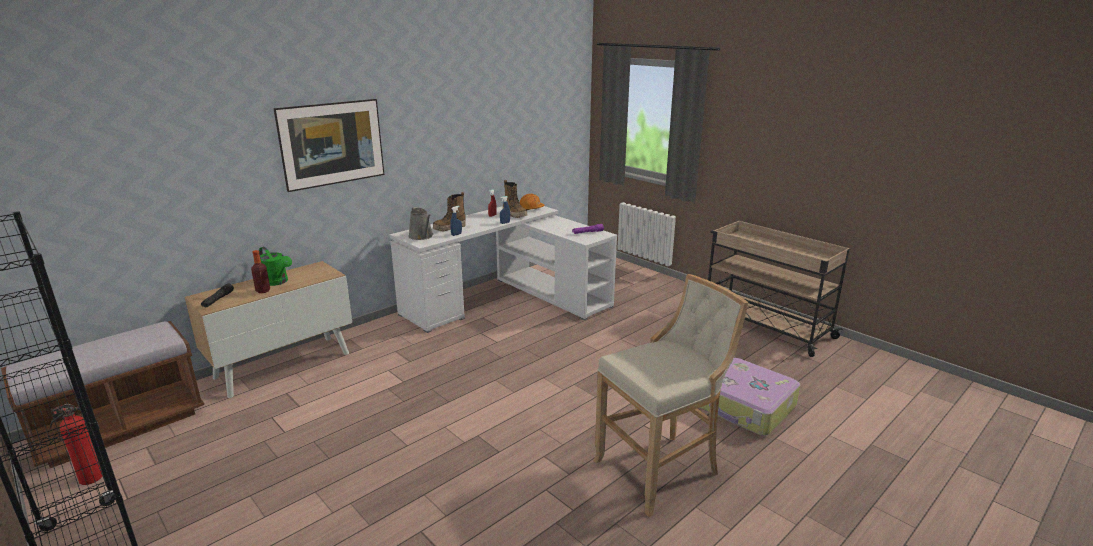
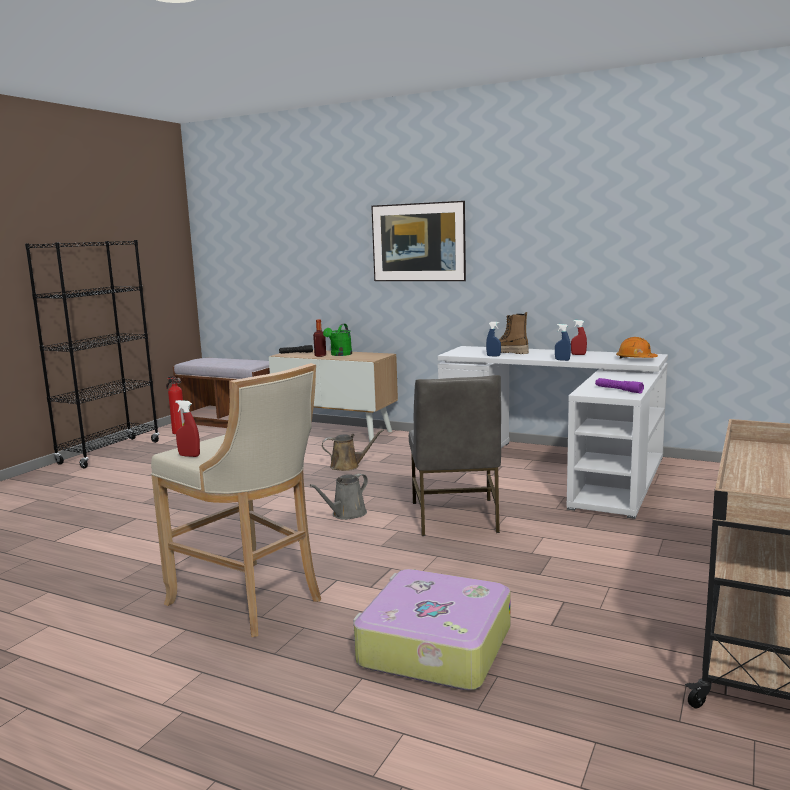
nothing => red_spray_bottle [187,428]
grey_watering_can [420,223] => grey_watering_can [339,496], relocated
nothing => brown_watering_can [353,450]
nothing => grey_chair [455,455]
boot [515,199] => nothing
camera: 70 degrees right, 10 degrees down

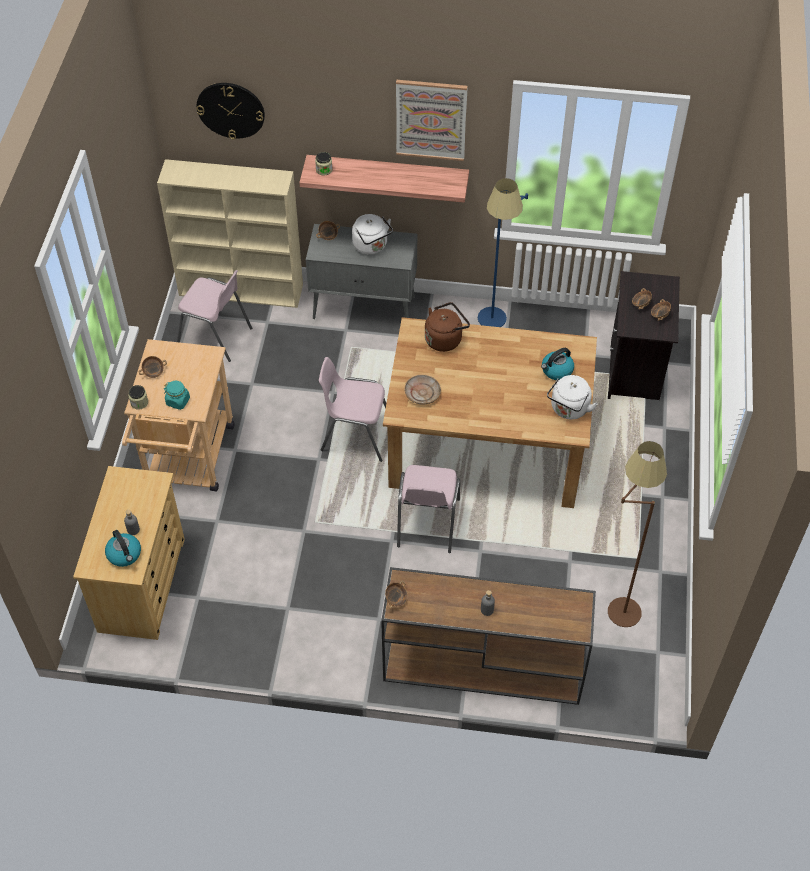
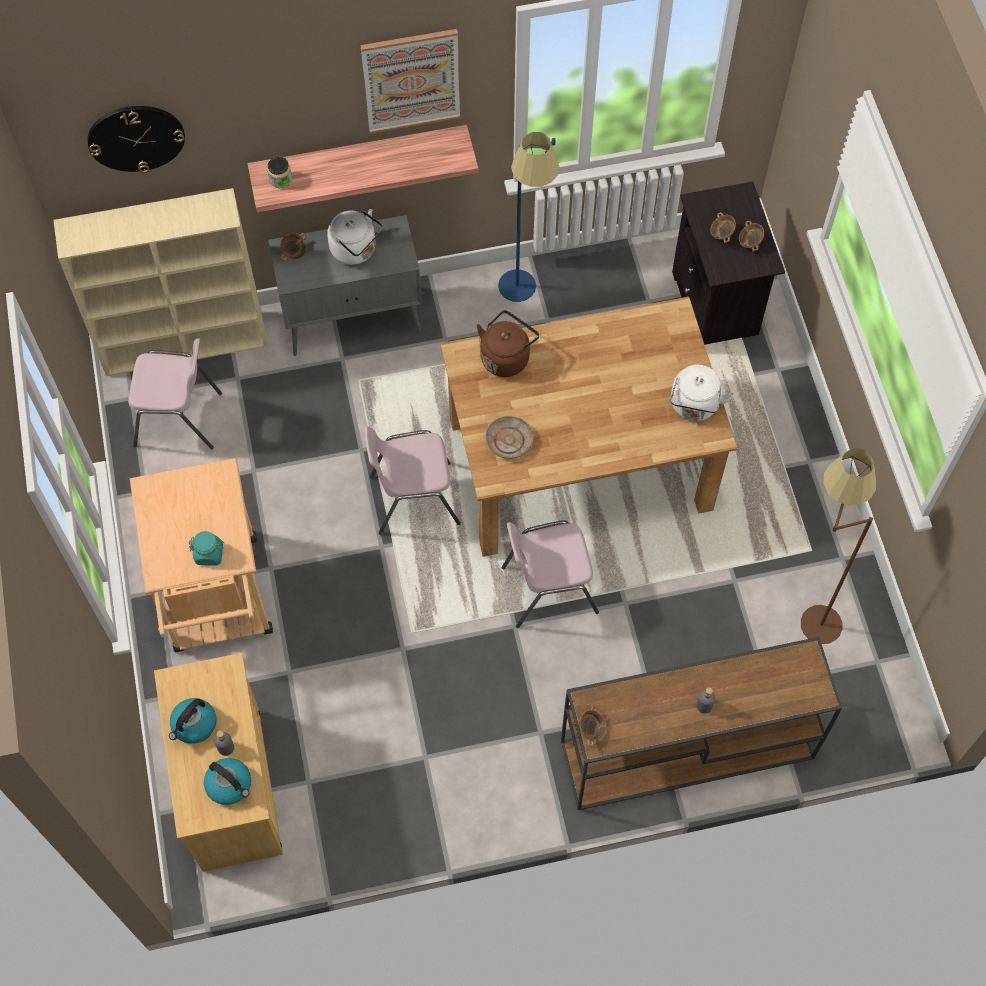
kettle [557,364] => kettle [193,721], relocated
pink_chair [428,509] => pink_chair [550,574], 90 degrees clockwise
jar [138,397] => nothing
bowl [152,367] => nothing
camera: 20 degrees left, 10 degrees up

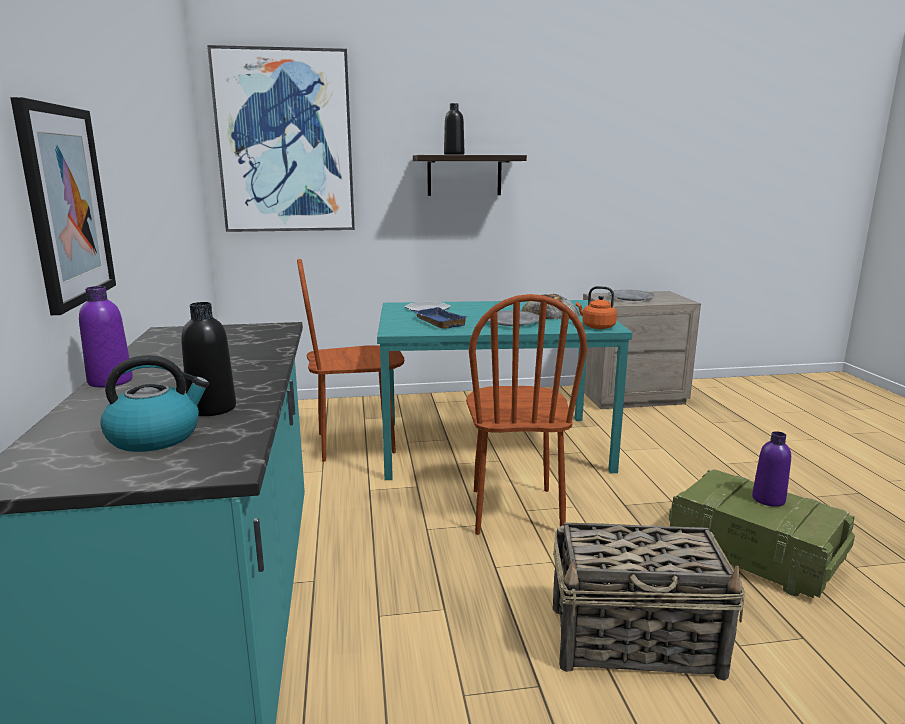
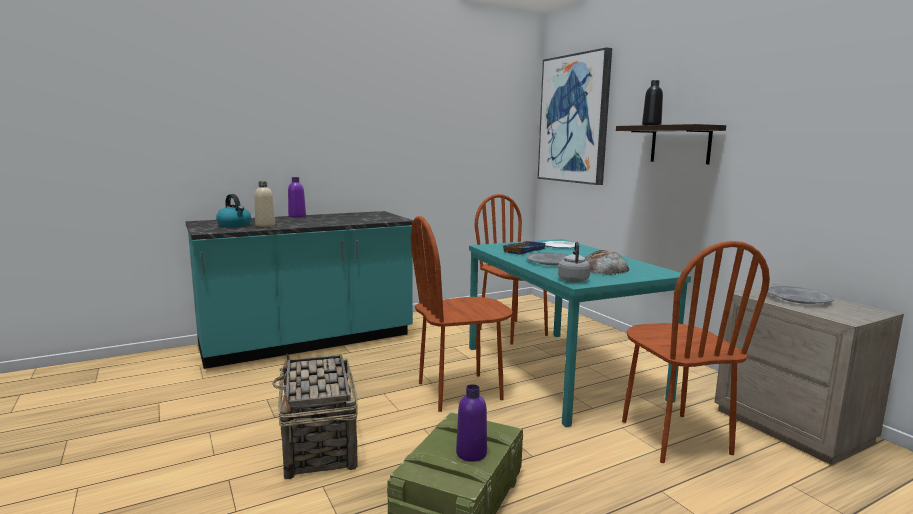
black_bottle [208,359] => beige_bottle [264,204]
orange_kettle [596,307] => grey_kettle [574,262]
nothing => brown_chair [696,352]
picture [63,206] => nothing
camera: 70 degrees right, 5 degrees down

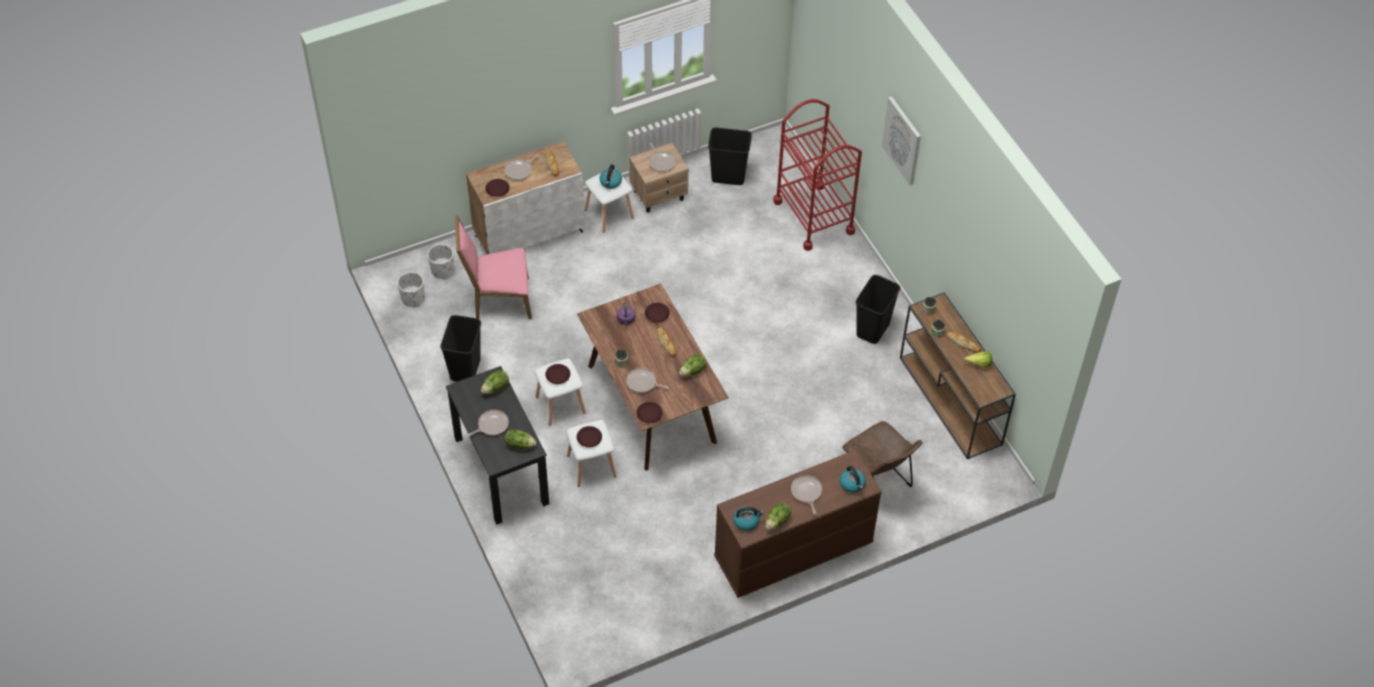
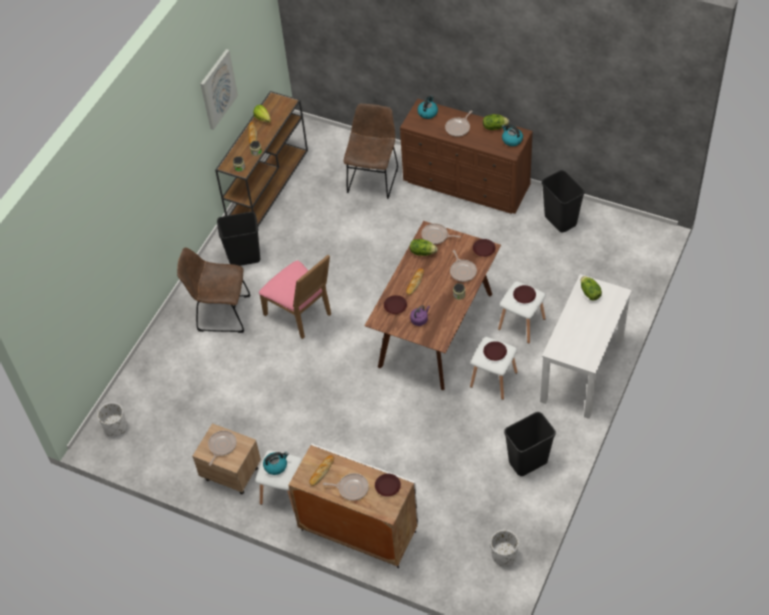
white_planter [440,261] => white_planter [112,419], relocated
nothing => brown_chair [213,290]
picture [901,140] => picture [219,89], relocated
pink_chair [493,267] => pink_chair [295,297], relocated
frying_pan [488,423] => frying_pan [441,233], relocated
black_desk [497,445] => white_desk [586,346]
black_trash_can [730,156] => black_trash_can [563,201], relocated
lettuce [495,382] => nothing
red_cart [817,175] => nothing
camera: 125 degrees left, 0 degrees up

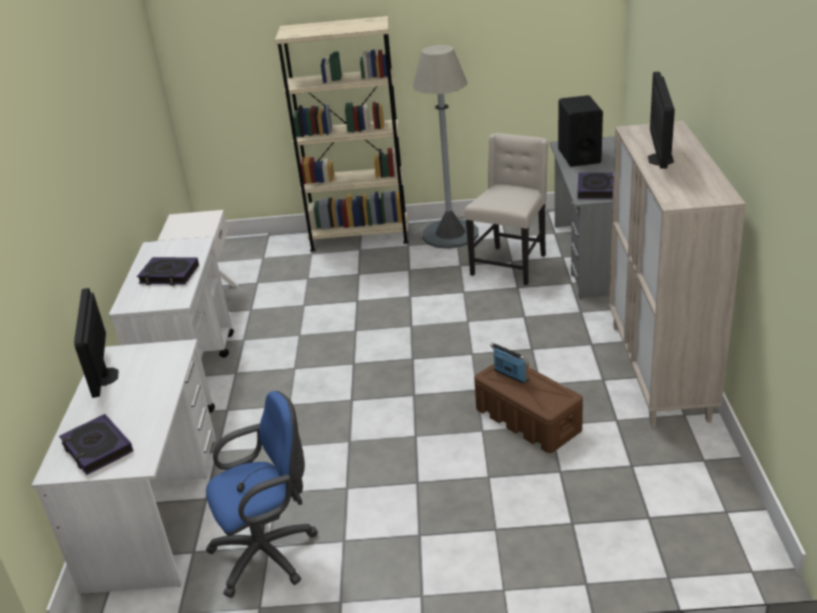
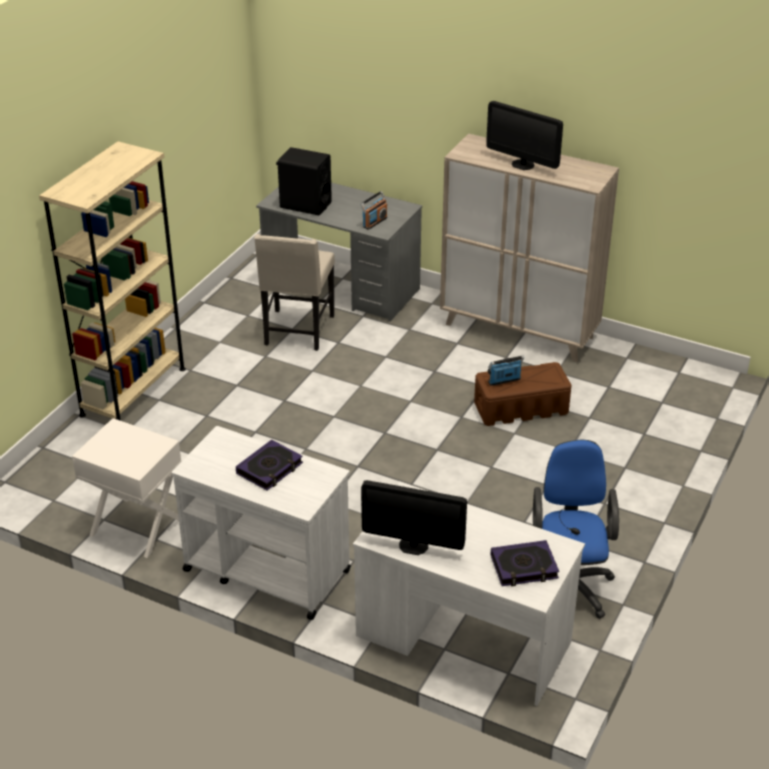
beige_chair [506,209] => beige_chair [294,292], 135 degrees counterclockwise
book [595,185] => radio [373,210]
grey_floor_lamp [446,147] => nothing
camera: 65 degrees left, 5 degrees up

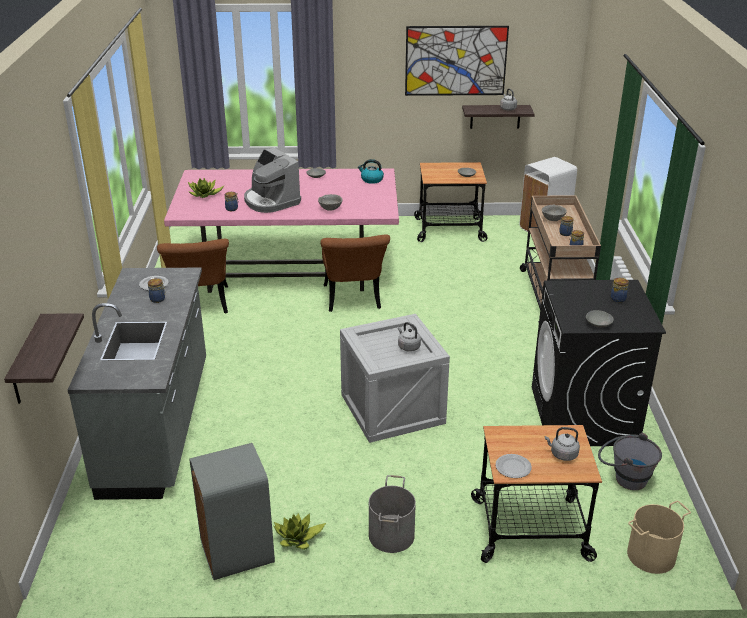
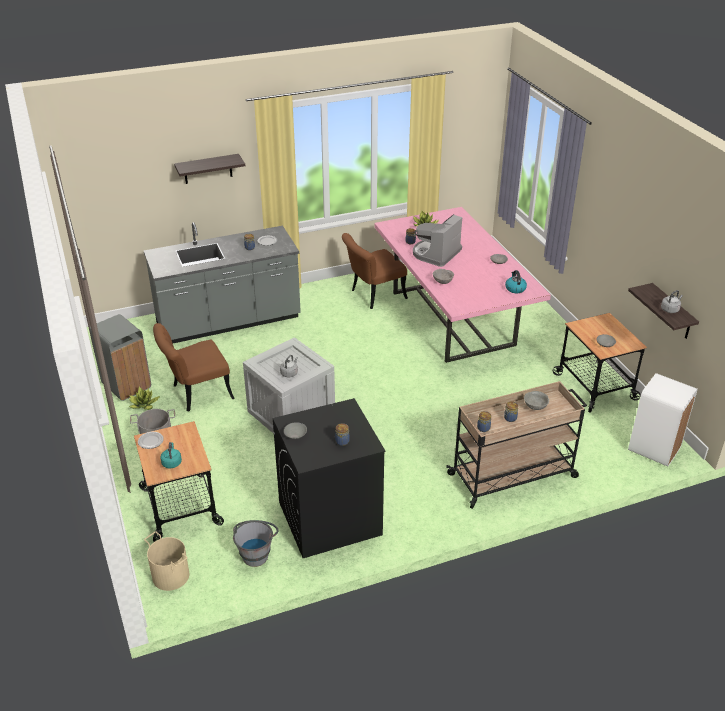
brown_chair [355,273] => brown_chair [194,367], relocated
grey_kettle [562,444] => turquoise_kettle [171,455]
shelf [44,358] => shelf [209,169], relocated
picture [457,61] => nothing
camera: 70 degrees right, 5 degrees up

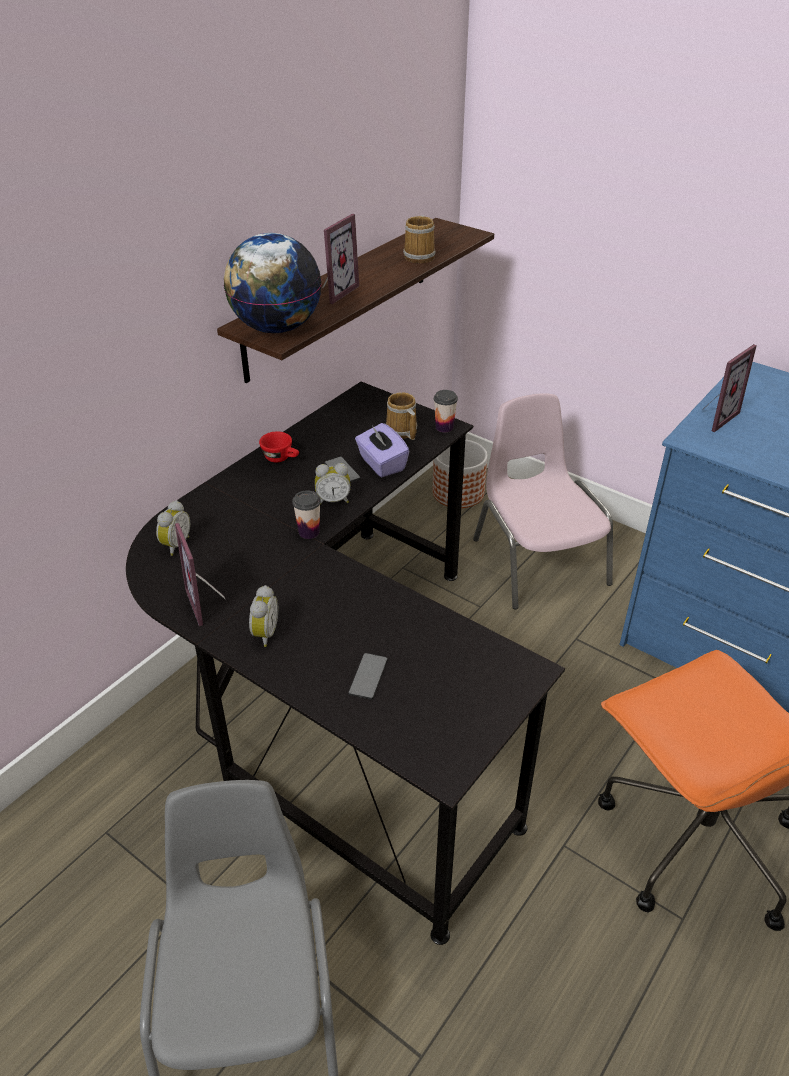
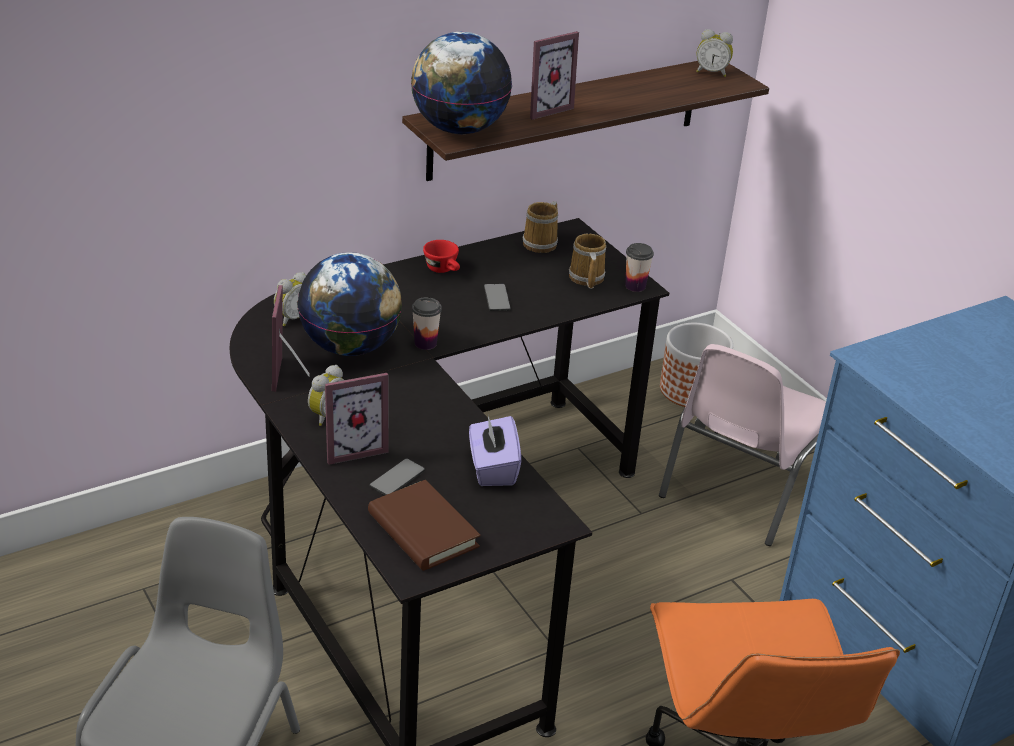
nothing => globe [349,304]
picture_frame [729,388] => picture_frame [356,419], relocated
nothing => brown_book [424,525]
purple_tissue_box [382,450] => purple_tissue_box [495,451], relocated
mug [419,239] => mug [540,227], relocated
pink_chair [543,501] => pink_chair [742,445], 150 degrees counterclockwise
alarm_clock [333,483] => alarm_clock [714,53], relocated
camera: 20 degrees right, 5 degrees down

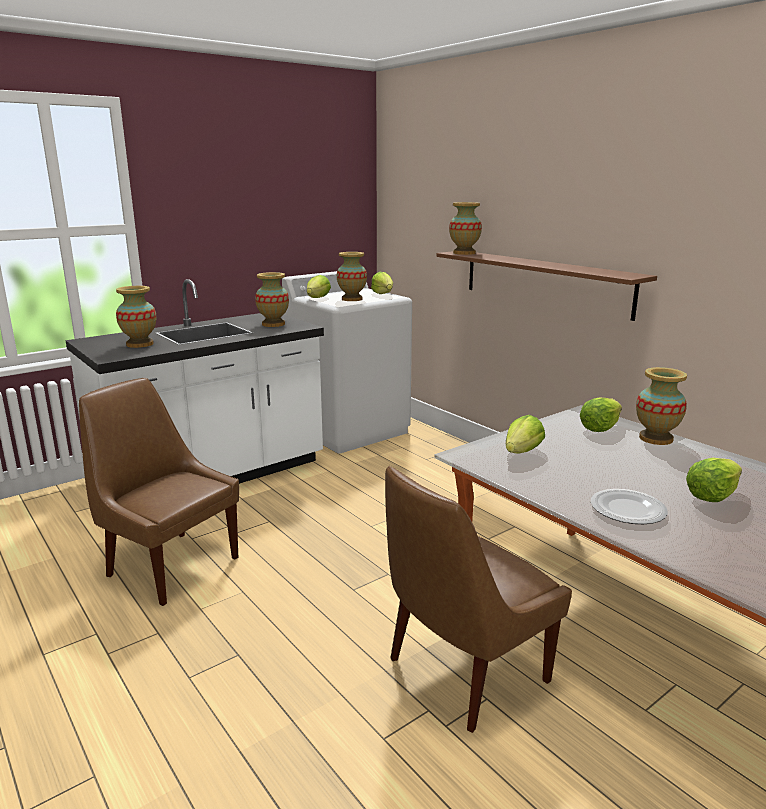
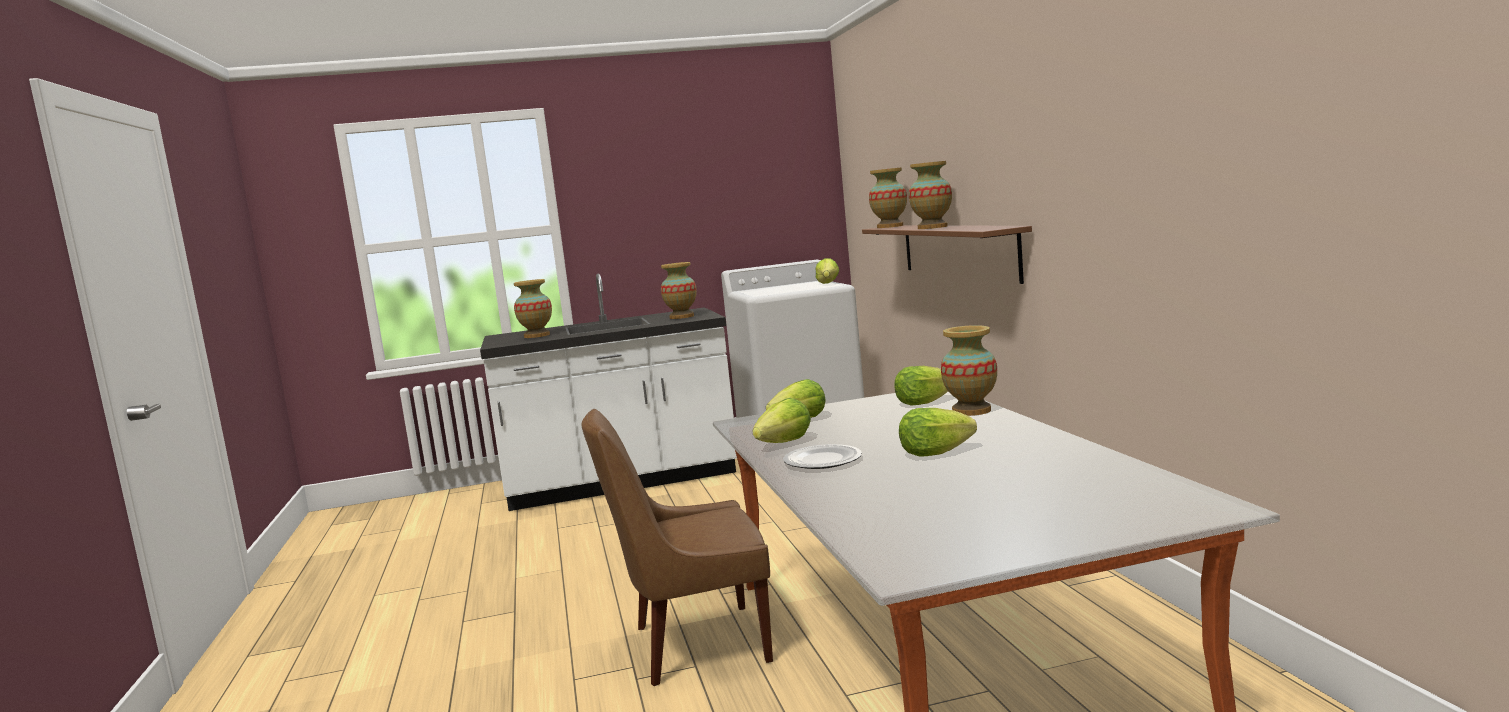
lettuce [319,286] => lettuce [781,420], relocated
vase [352,276] => vase [930,195], relocated
brown_chair [159,492] => nothing
camera: 25 degrees right, 10 degrees down

